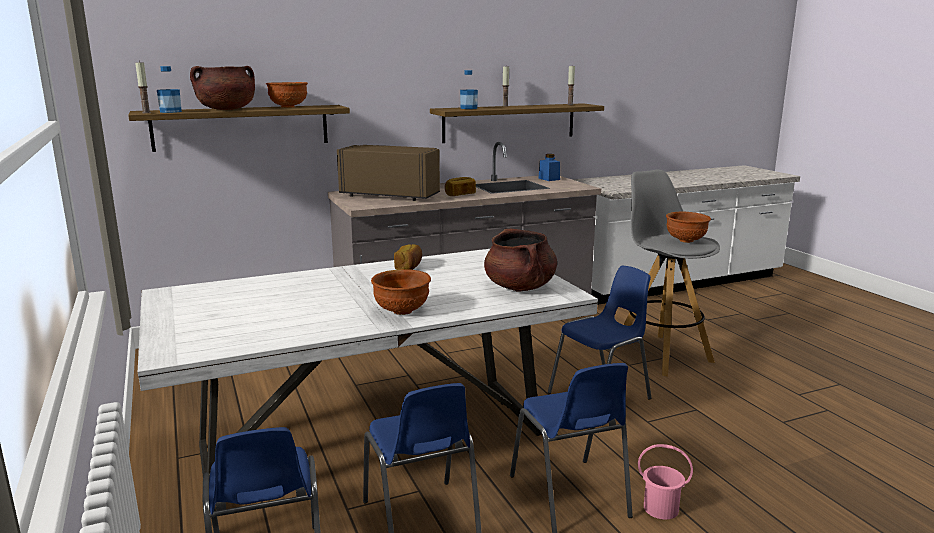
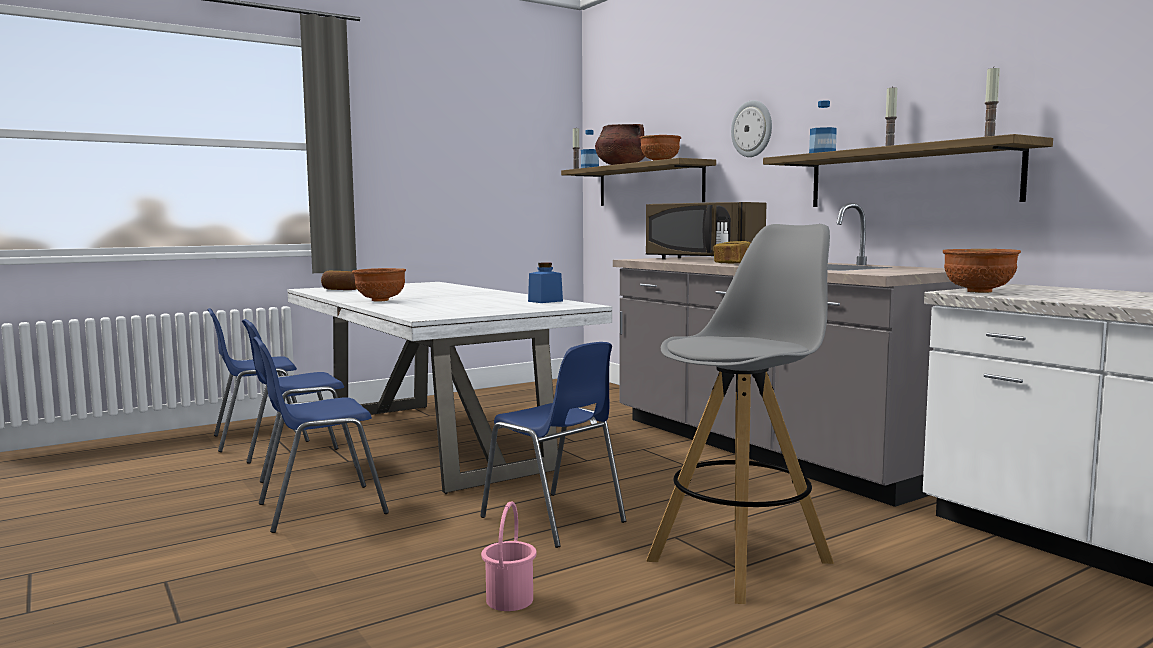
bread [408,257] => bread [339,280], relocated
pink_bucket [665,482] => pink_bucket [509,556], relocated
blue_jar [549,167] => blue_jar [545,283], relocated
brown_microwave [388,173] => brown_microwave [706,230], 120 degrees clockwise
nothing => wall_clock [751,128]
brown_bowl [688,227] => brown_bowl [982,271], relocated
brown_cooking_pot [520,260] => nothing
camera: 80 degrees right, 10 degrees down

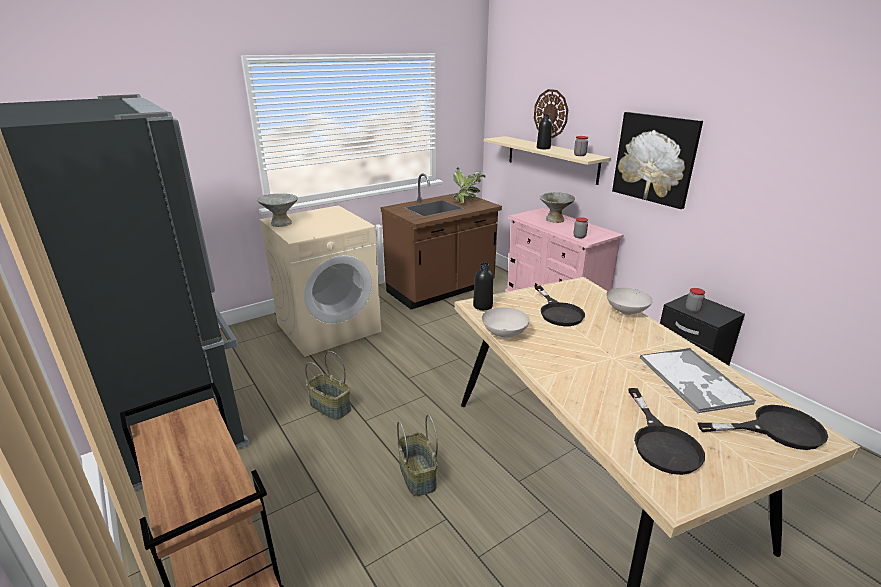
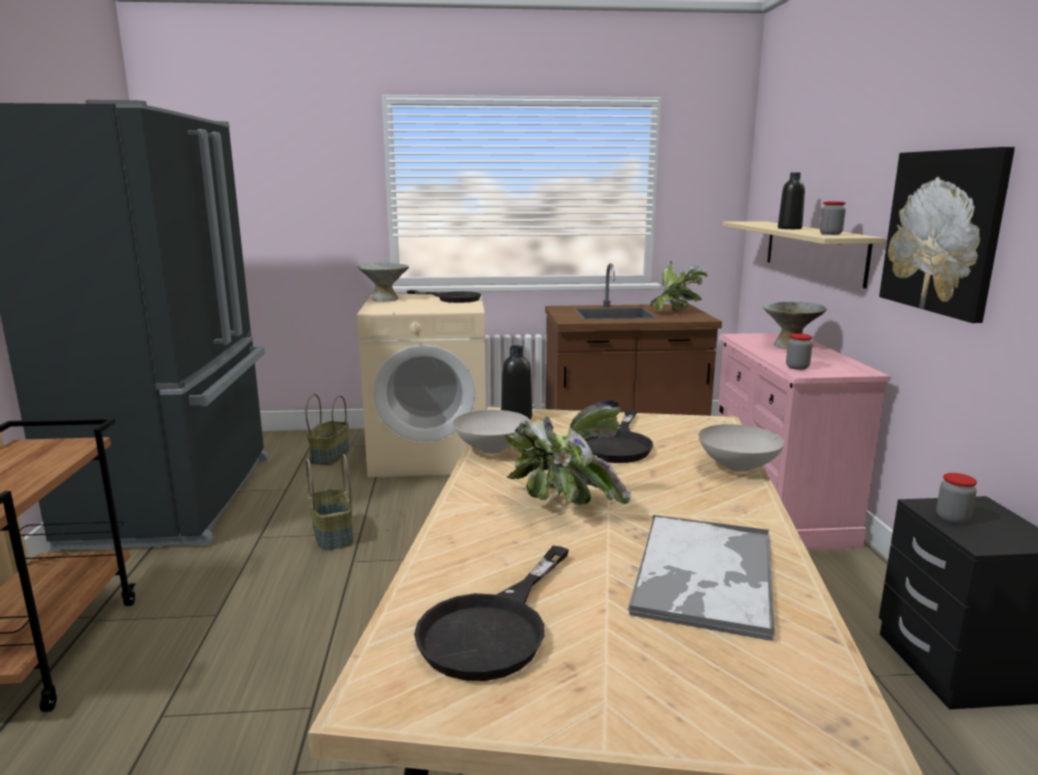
basket [417,455] => basket [328,429], relocated
black_frying_pan [763,427] => black_frying_pan [444,296], relocated
nothing => potted_plant [568,452]
wall_clock [551,113] => nothing
camera: 30 degrees right, 10 degrees down

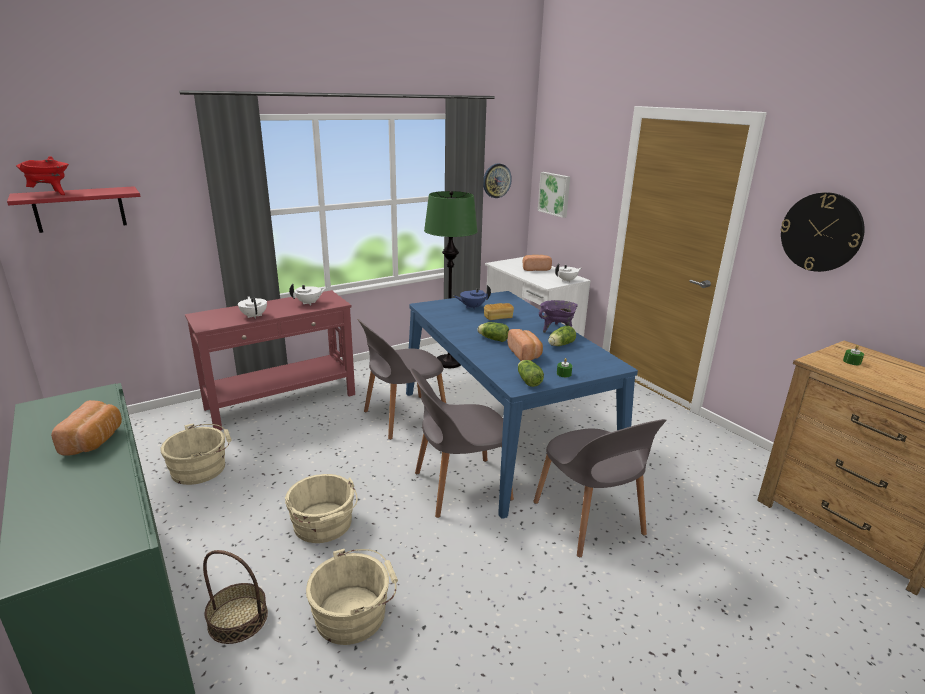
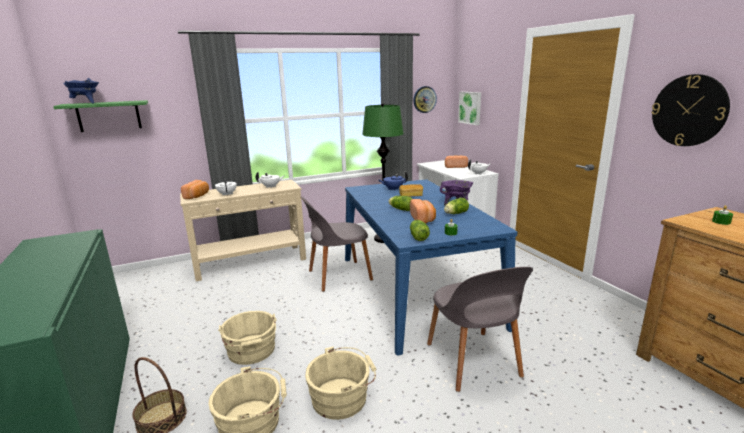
red_shelf [73,209] => green_shelf [100,116]
red_cooking_pot [42,175] => blue_cooking_pot [81,90]
red_console_table [270,360] => beige_console_table [243,230]
bread [86,428] => bread [195,189], relocated
beige_bucket [196,454] => beige_bucket [340,383], relocated
grey_chair [462,443] => nothing
camera: 10 degrees right, 5 degrees down

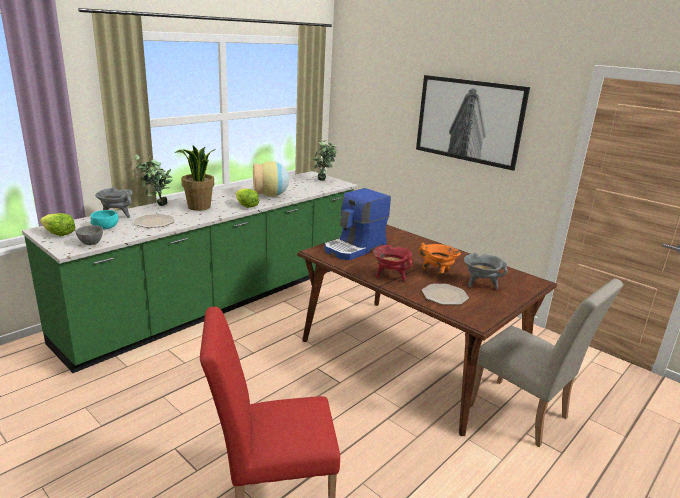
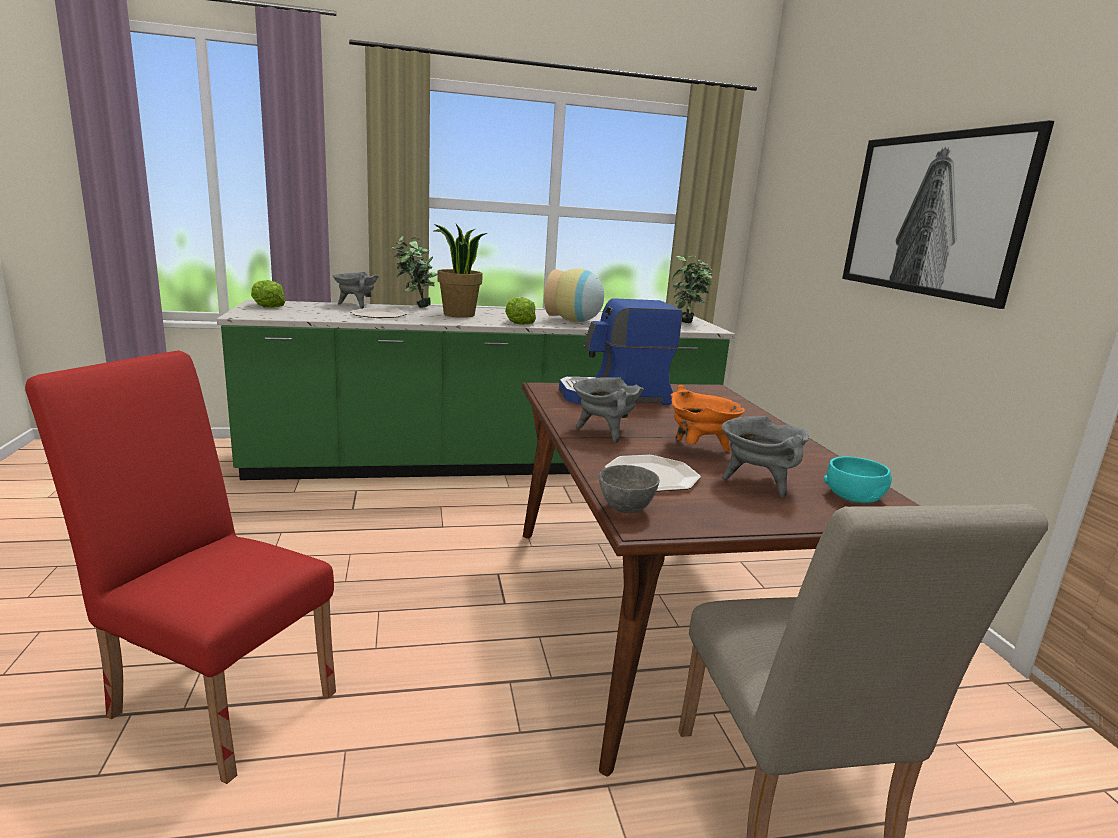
red_cooking_pot [392,263] => grey_cooking_pot [608,410]
grey_bowl [89,235] => grey_bowl [629,489], relocated
turquoise_bowl [104,219] => turquoise_bowl [858,479], relocated
camera: 35 degrees right, 5 degrees down

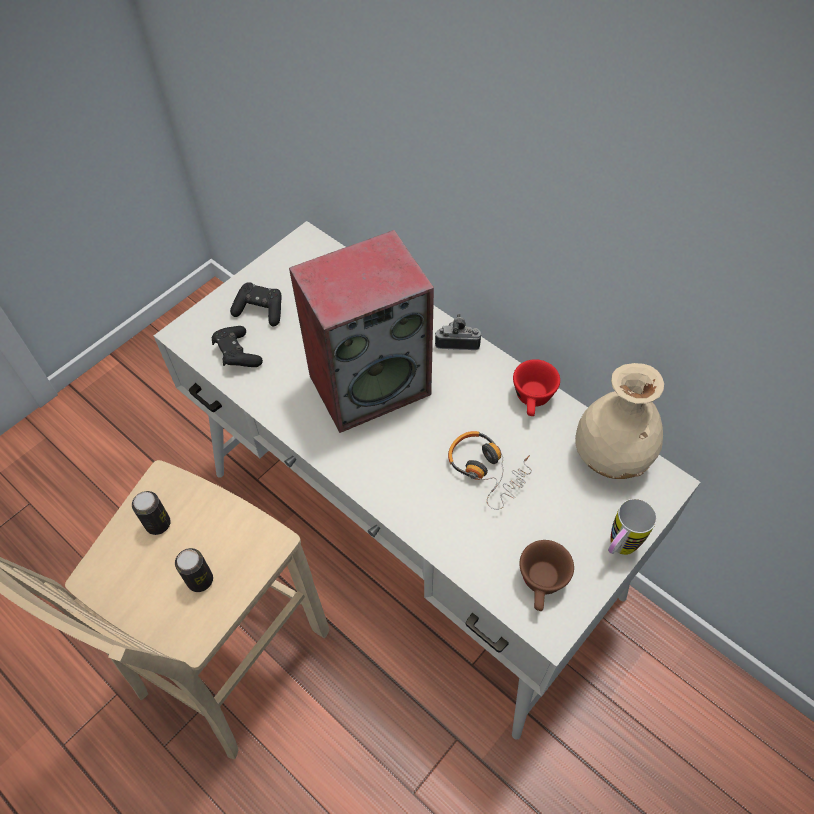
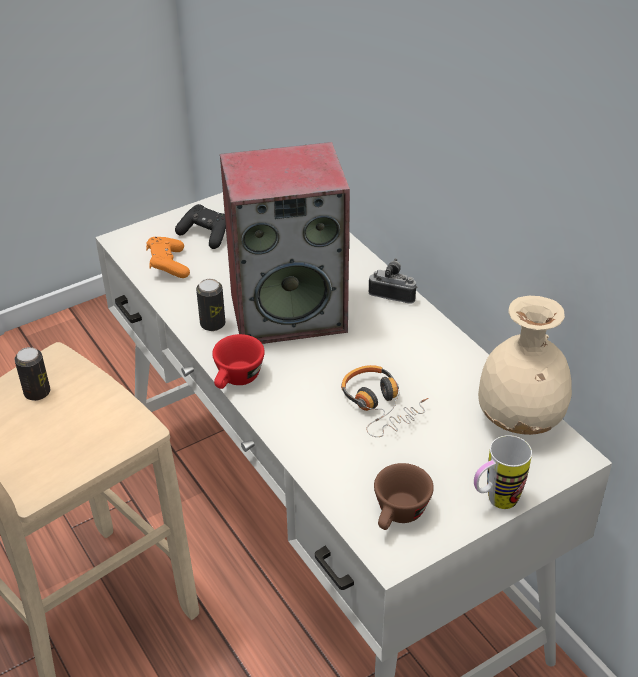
black_game_controller [237,346] => orange_game_controller [168,257]
can [194,570] => can [210,305], relocated
red_cup [536,387] => red_cup [238,361], relocated
camera: 15 degrees right, 15 degrees down

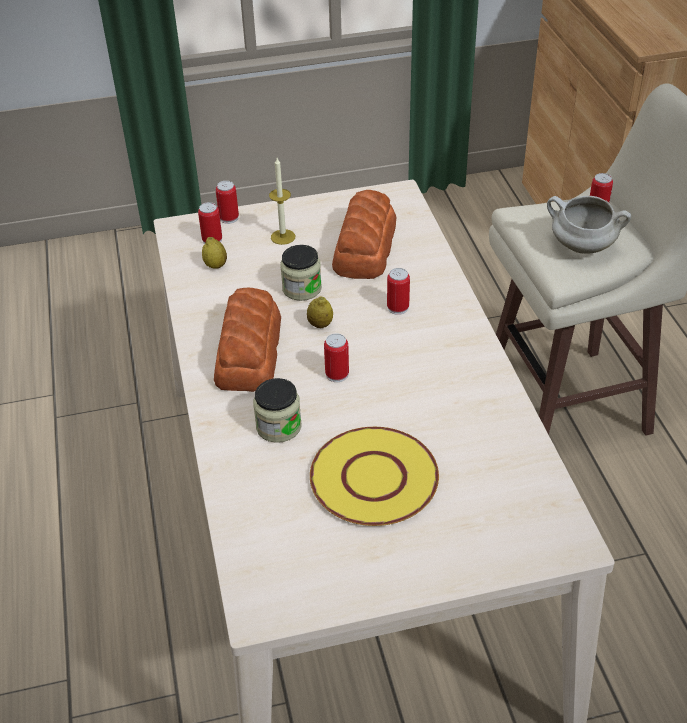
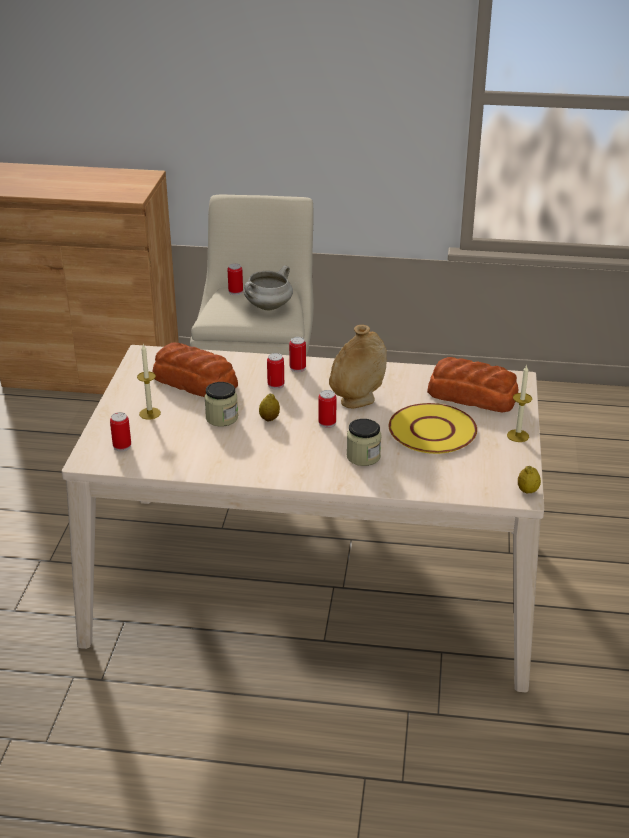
can [227,202] => can [297,354], relocated
nothing => beige_vase [358,366]
bread [247,340] => bread [473,385], relocated
nothing => candle [519,403]
lemon [214,253] => lemon [529,479], relocated
camera: 70 degrees left, 10 degrees down

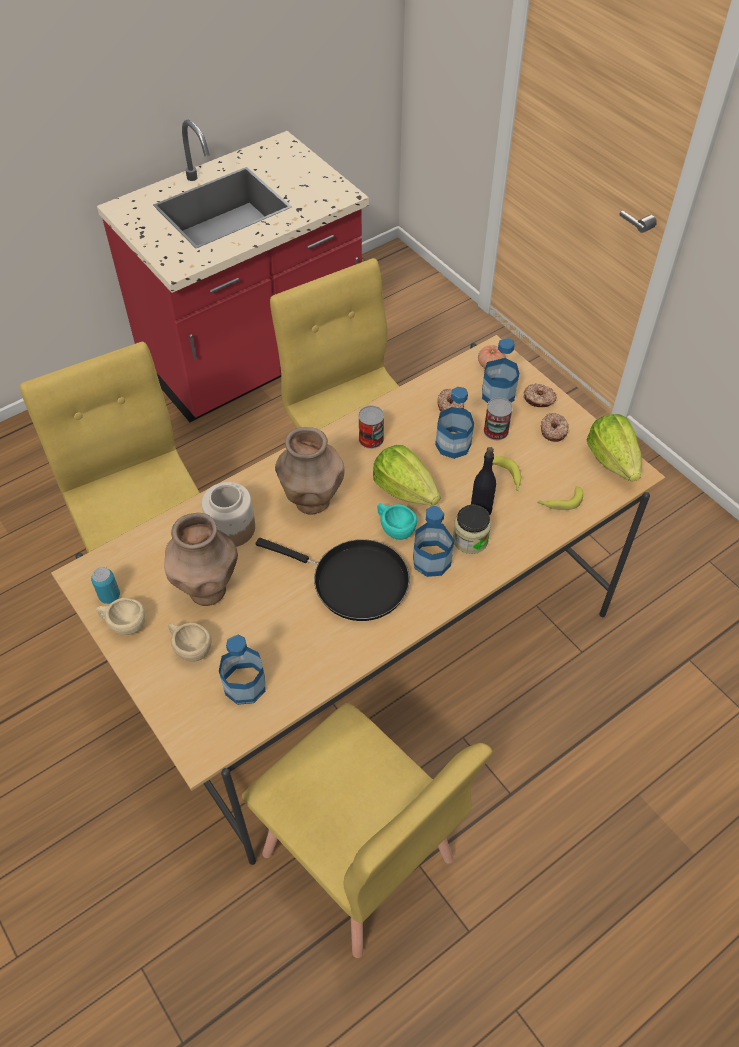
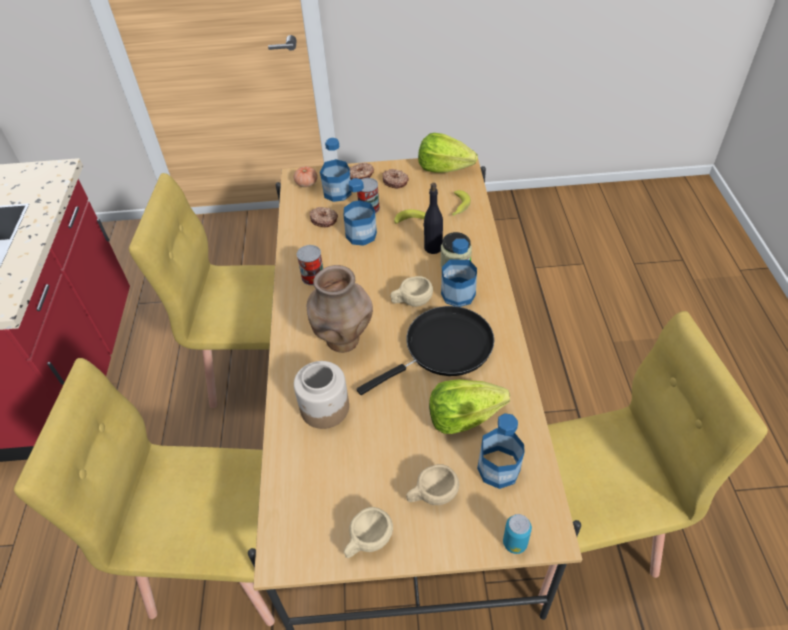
turquoise_cup [397,522] => beige_cup [411,291]
lettuce [407,475] => lettuce [469,406], relocated
can [105,585] => can [517,534], relocated
brown_vase [201,559] => nothing
camera: 55 degrees left, 5 degrees down

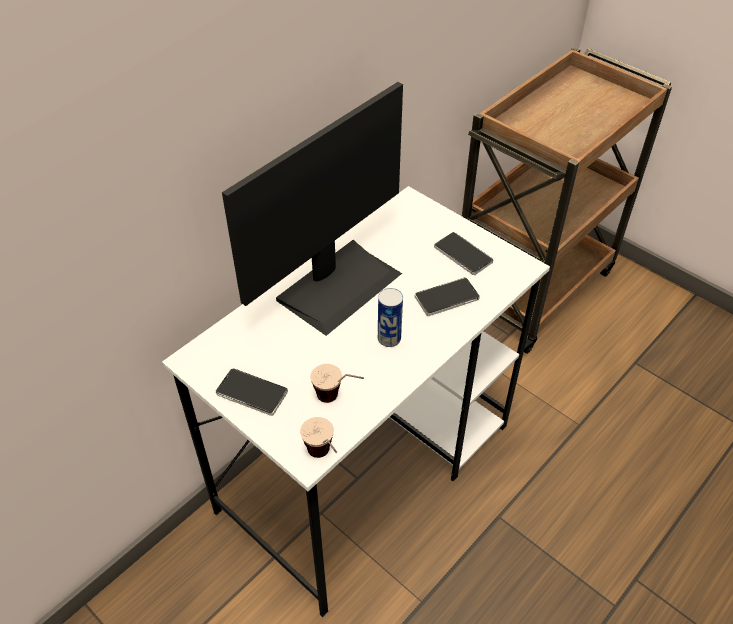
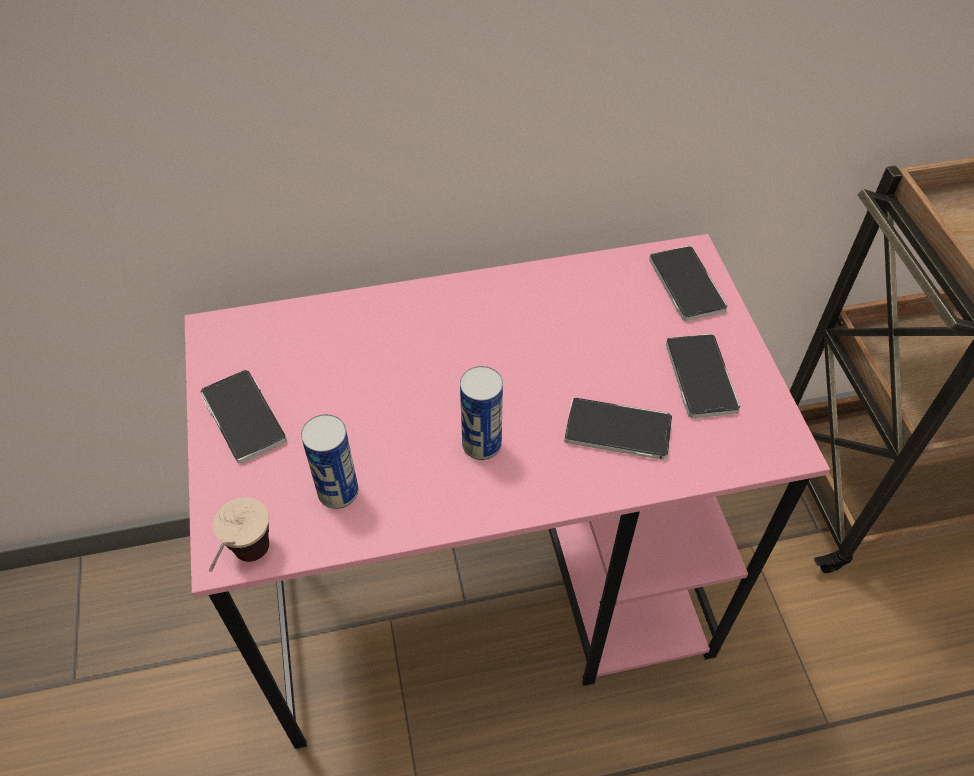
white_desk [356,401] => pink_desk [507,491]
cup [337,383] => can [329,461]
nothing => phone [688,283]
monitor [312,209] => nothing
camera: 35 degrees right, 5 degrees up

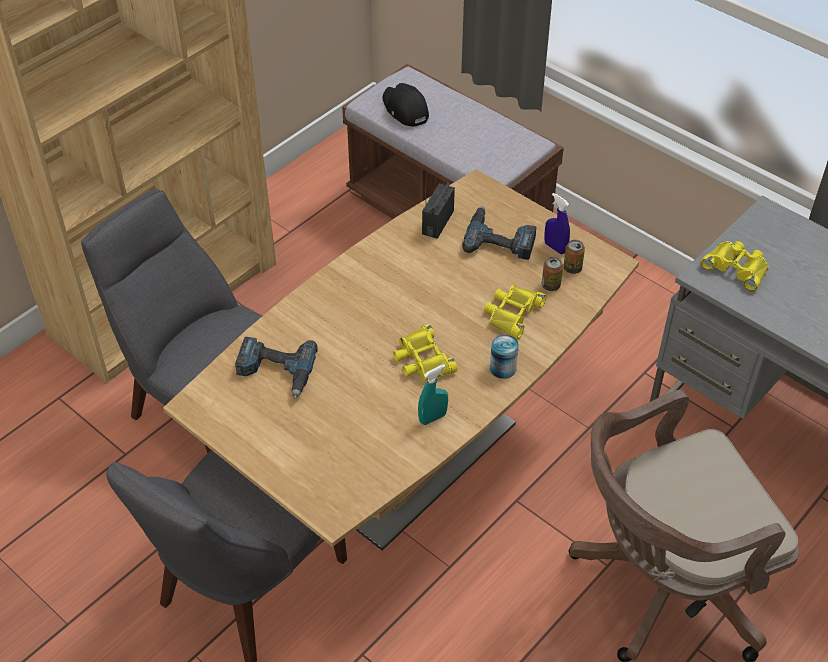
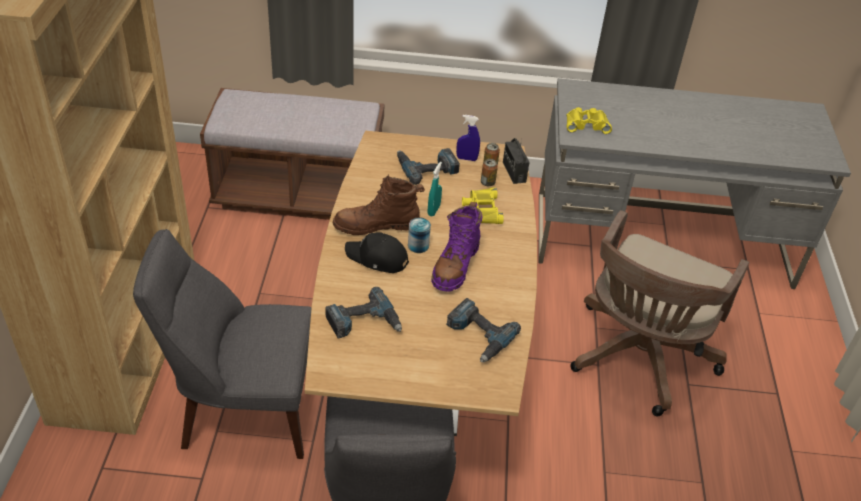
nothing => brown_boot [379,205]
black_cap [405,105] => black_cap [377,252], relocated
can [504,357] => can [419,235], relocated
turquoise_spray_bottle [433,394] => turquoise_spray_bottle [435,189], relocated
yellow_binoculars [425,352] => purple_boot [457,247]
nothing => power_drill [483,330]
radio [438,211] => radio [516,161], relocated
camera: 40 degrees left, 5 degrees down

